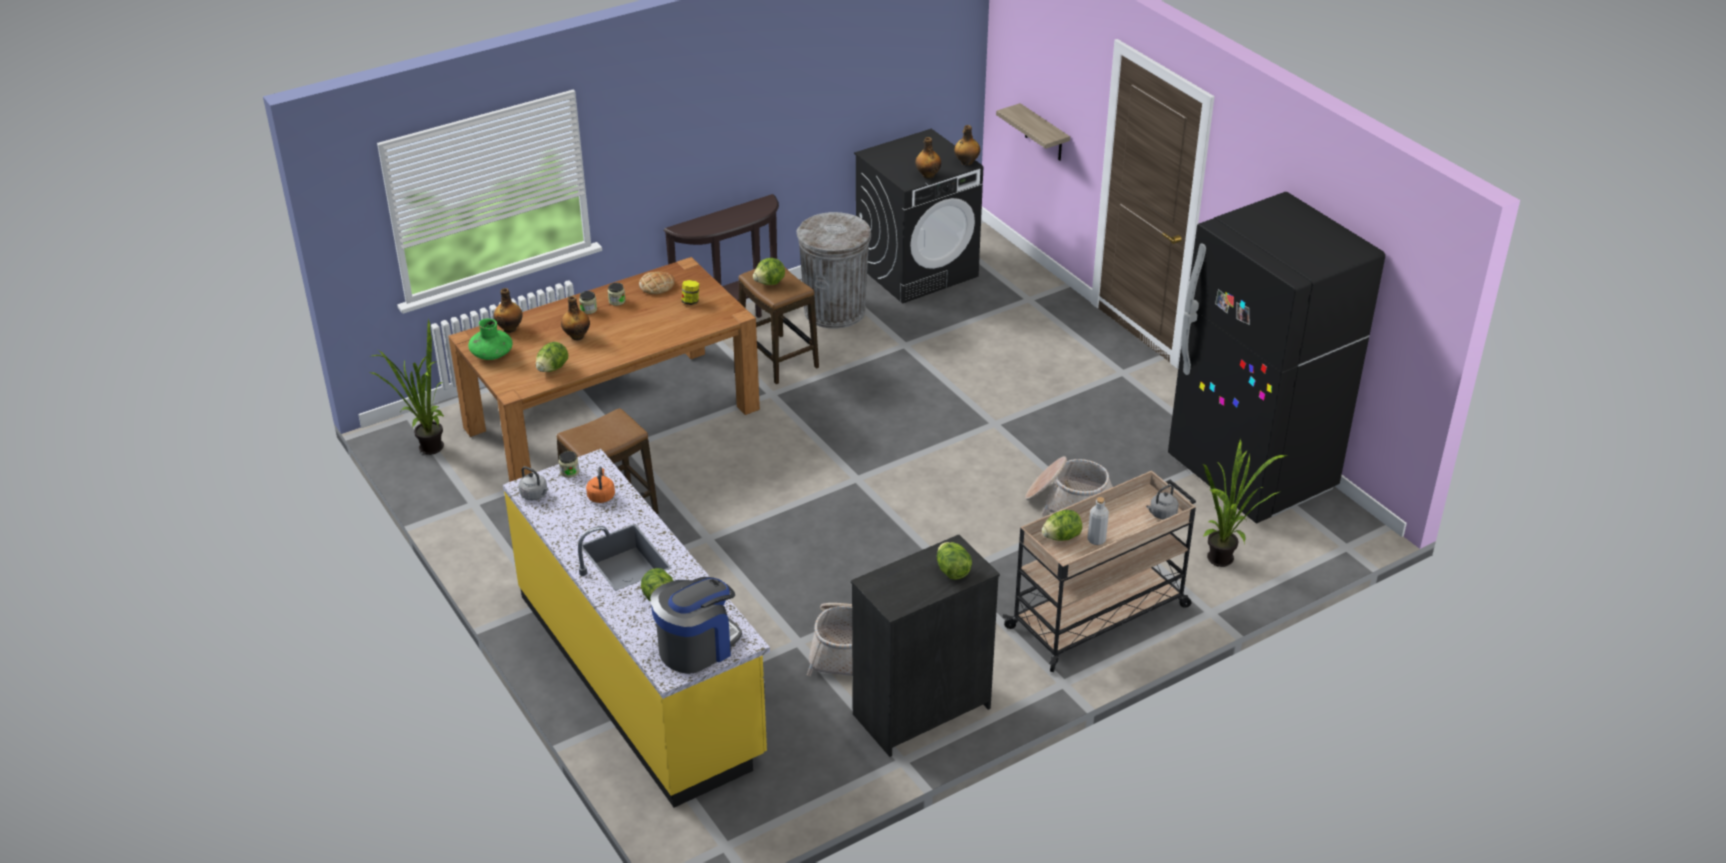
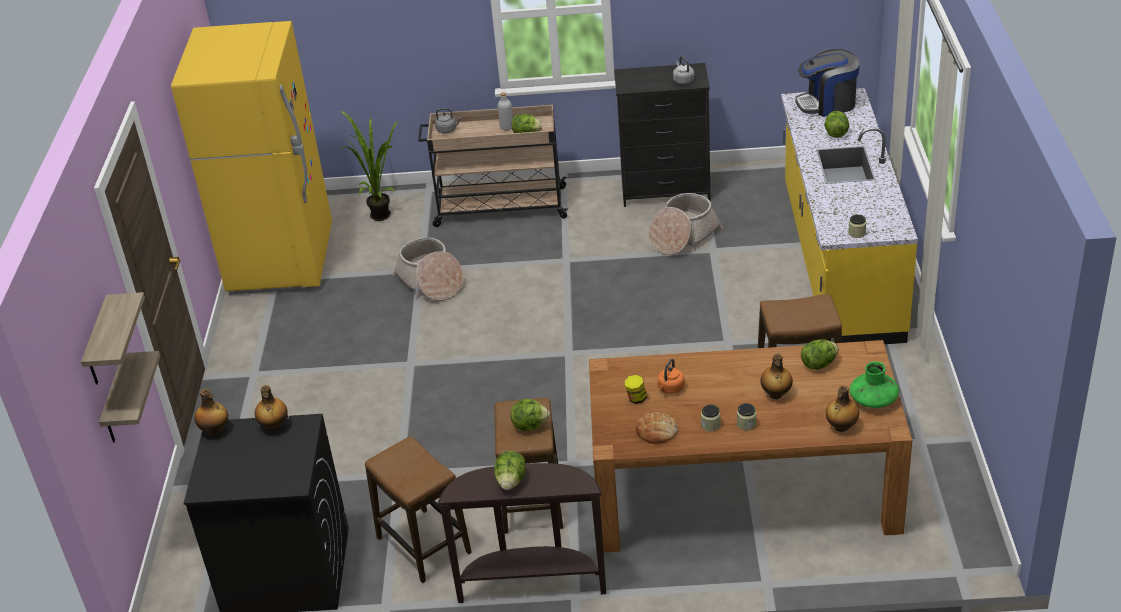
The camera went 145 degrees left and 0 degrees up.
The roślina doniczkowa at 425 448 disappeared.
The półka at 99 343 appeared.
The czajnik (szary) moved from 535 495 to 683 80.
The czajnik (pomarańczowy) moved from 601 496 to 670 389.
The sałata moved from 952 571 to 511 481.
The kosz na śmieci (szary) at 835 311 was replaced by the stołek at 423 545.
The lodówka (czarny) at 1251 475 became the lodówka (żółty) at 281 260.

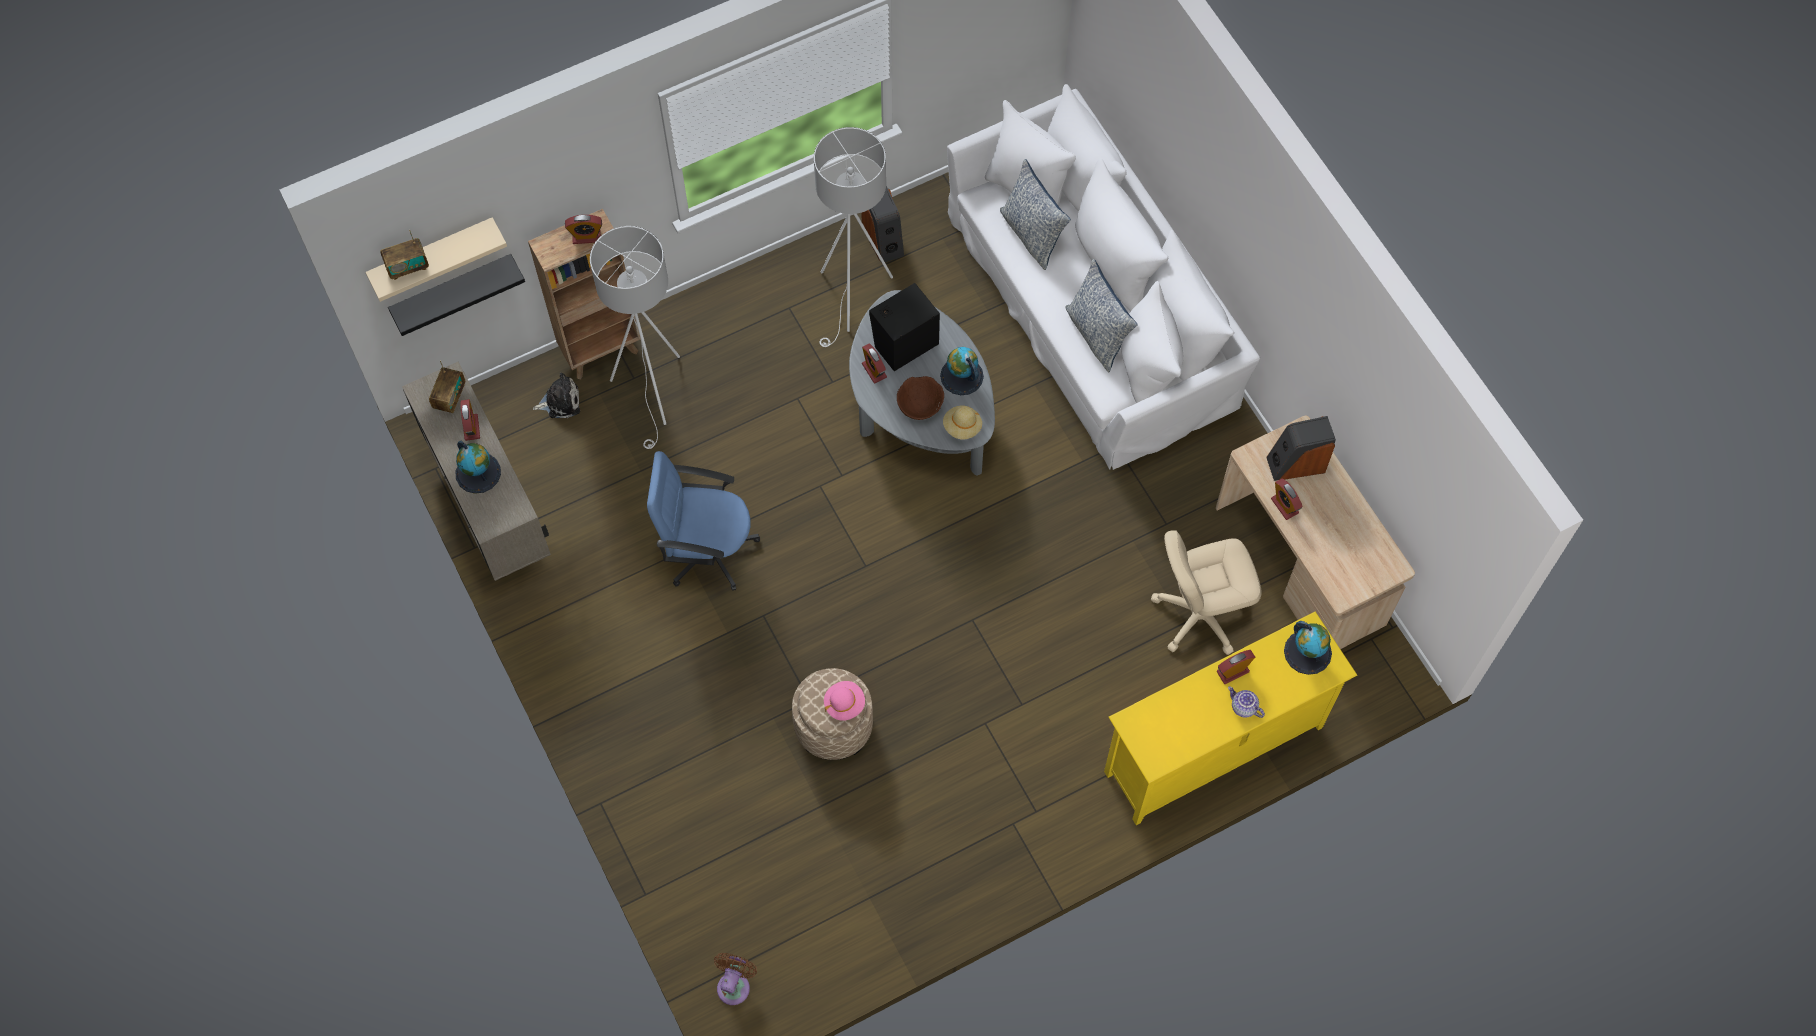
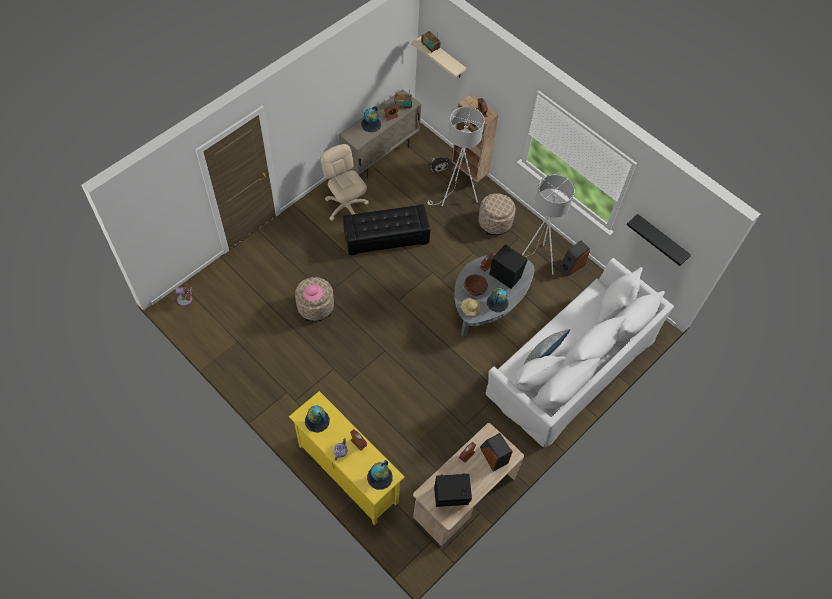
The camera went 70 degrees right and 5 degrees down.
The poduszka at 1032 234 disappeared.
The globus at 317 421 appeared.
The głośnik (czarny) at 452 498 appeared.
The pufa (beżowy) at 495 222 appeared.
The półka (czarny) moved from 453 290 to 661 239.
The krzesło biurowe (beżowy) moved from 1199 614 to 346 206.
The krzesło biurowe (niebieski) at 707 549 was replaced by the pufa (czarny) at 386 237.

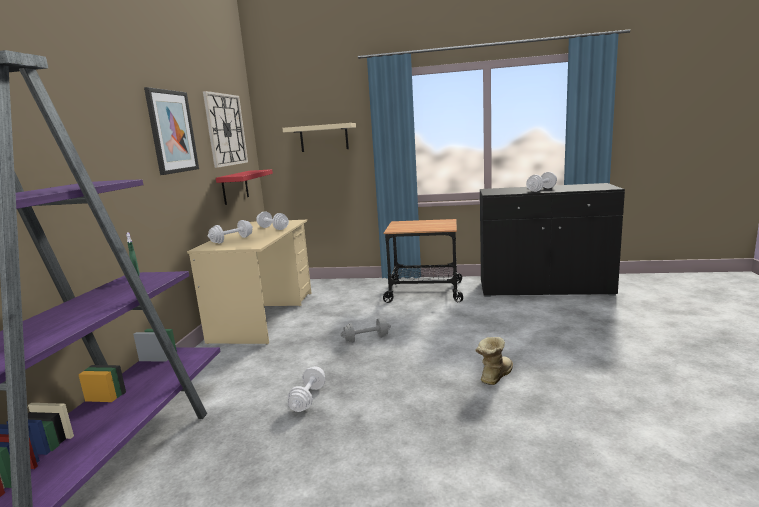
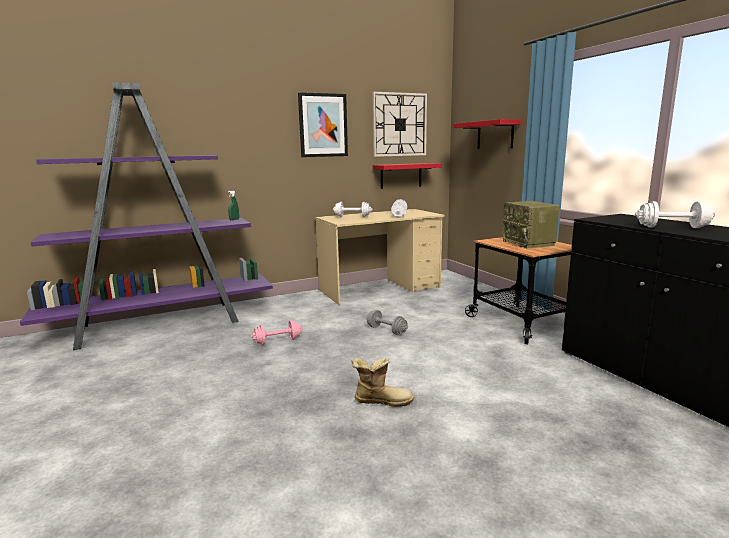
The camera went 55 degrees right and 0 degrees up.
The radio at 529 243 appeared.
The półka (beżowy) at 324 138 became the półka (czerwony) at 495 135.
The hantel (biały) at 308 398 became the hantel (różowy) at 277 341.

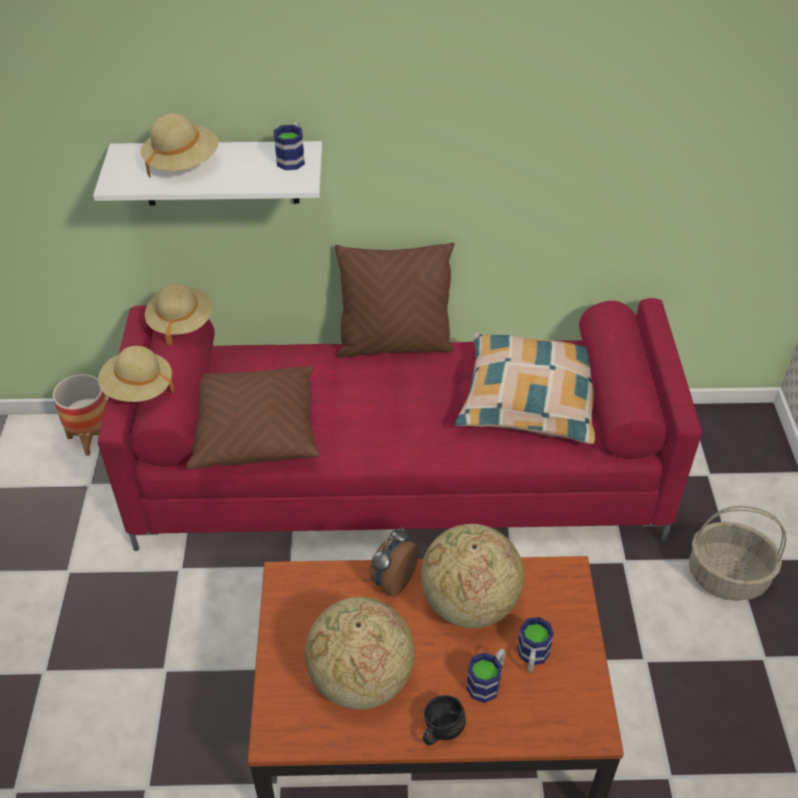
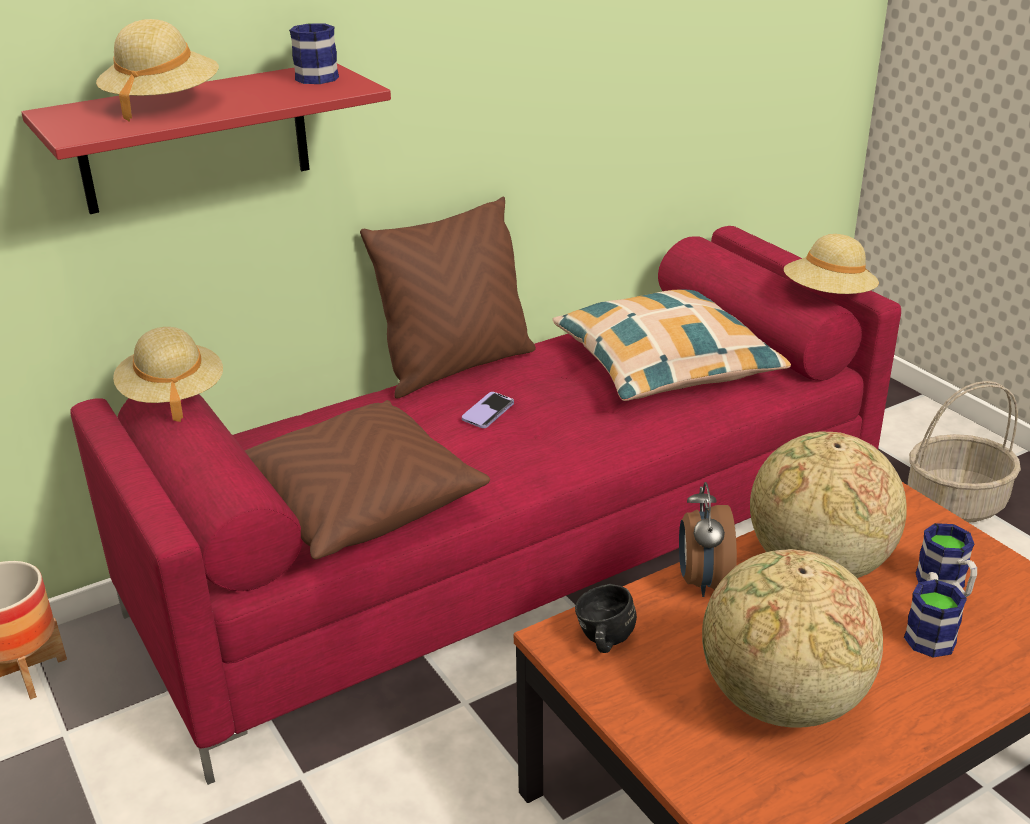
The camera went 30 degrees left and 15 degrees down.
The telefon at 488 412 appeared.
The kapelusz (beżowy) moved from 138 389 to 828 297.
The kubek (czarny) moved from 439 730 to 602 641.
The półka (biały) at 220 173 became the półka (czerwony) at 195 138.

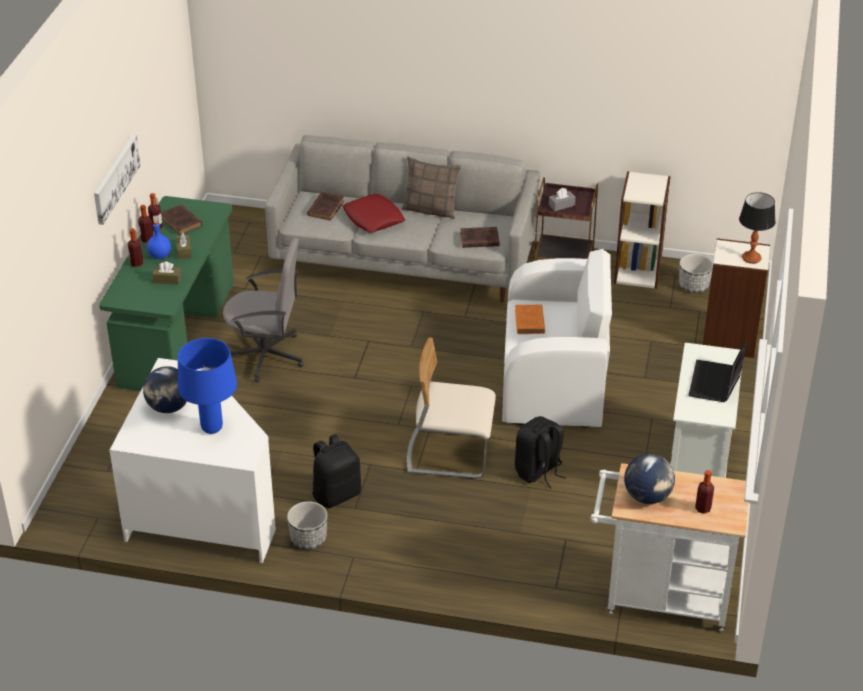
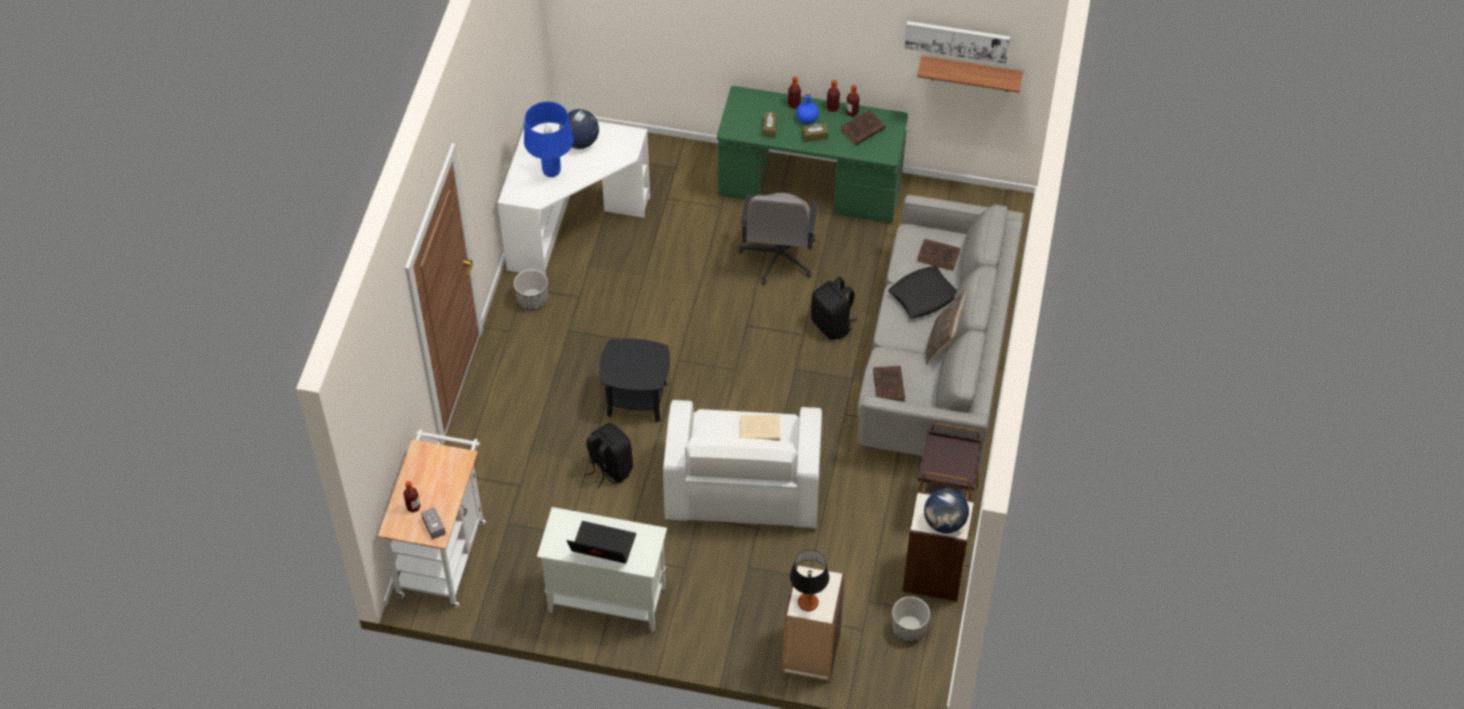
The camera went 90 degrees right and 15 degrees up.
The półka at 970 74 appeared.
The obraz moved from 115 178 to 957 40.
The plecak (czarny) moved from 336 494 to 832 325.
The pudełko chusteczek (szary) moved from 561 205 to 434 526.
The globus moved from 647 497 to 944 523.
The krzesło (beżowy) at 449 453 was replaced by the stolik (czarny) at 637 399.
The poduszka (czerwony) at 374 218 became the poduszka (czarny) at 923 296.
The książka (pomarańczowy) at 529 322 became the książka (beżowy) at 758 430.

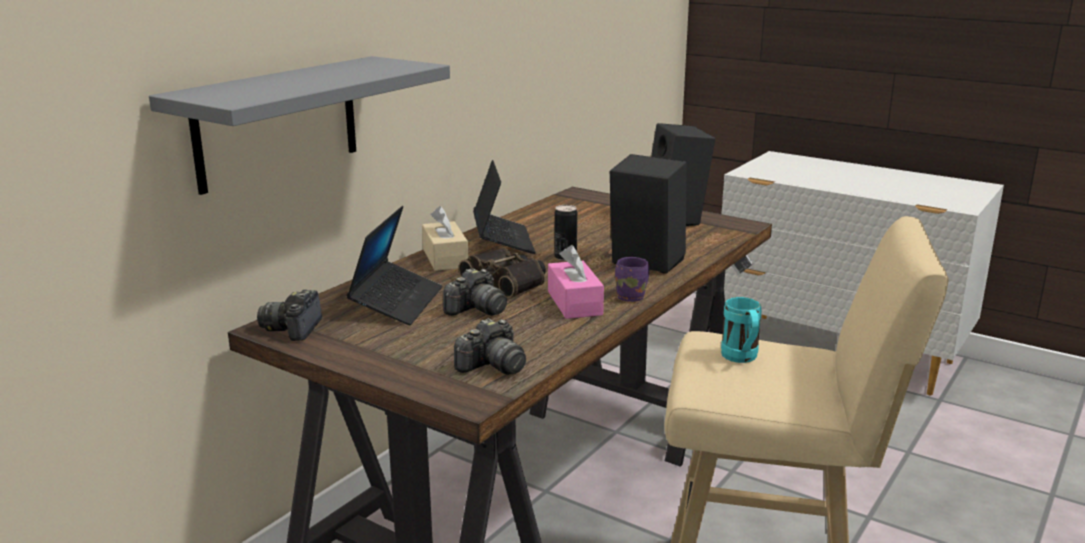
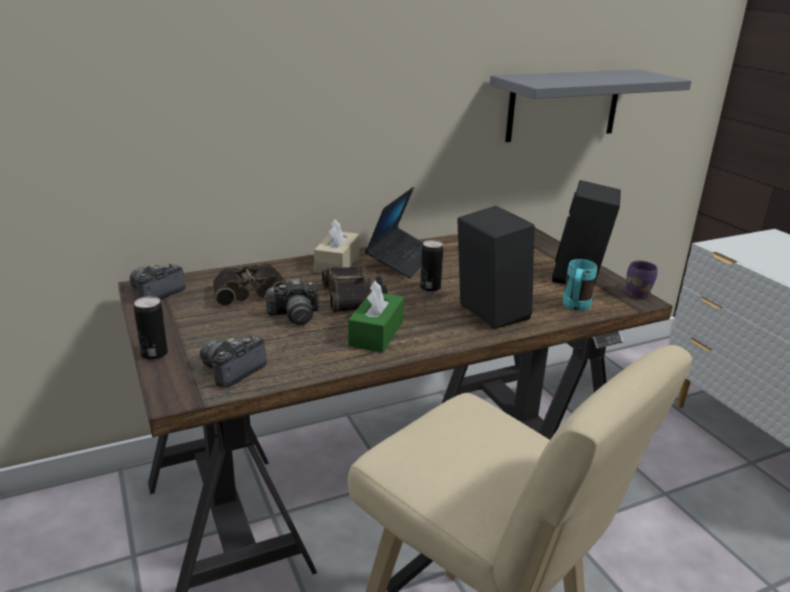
The camera went 30 degrees right and 5 degrees up.
The puszka at 154 354 appeared.
The półka (szary) moved from 277 123 to 563 105.
The kubek (fioletowy) moved from 631 296 to 638 293.
The kubek (turkusowy) moved from 741 359 to 574 307.
The laptop at 397 302 was replaced by the lornetka at 250 292.
The pudełko chusteczek (różowy) at 574 303 became the pudełko chusteczek (zielony) at 376 333.
The aparat fotograficzny at 492 366 turned 135 degrees clockwise.

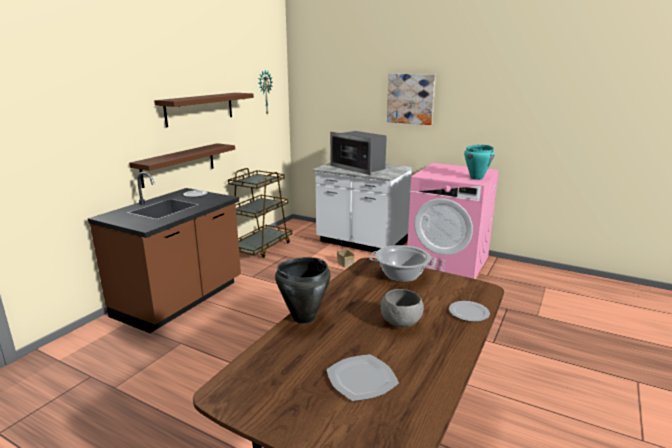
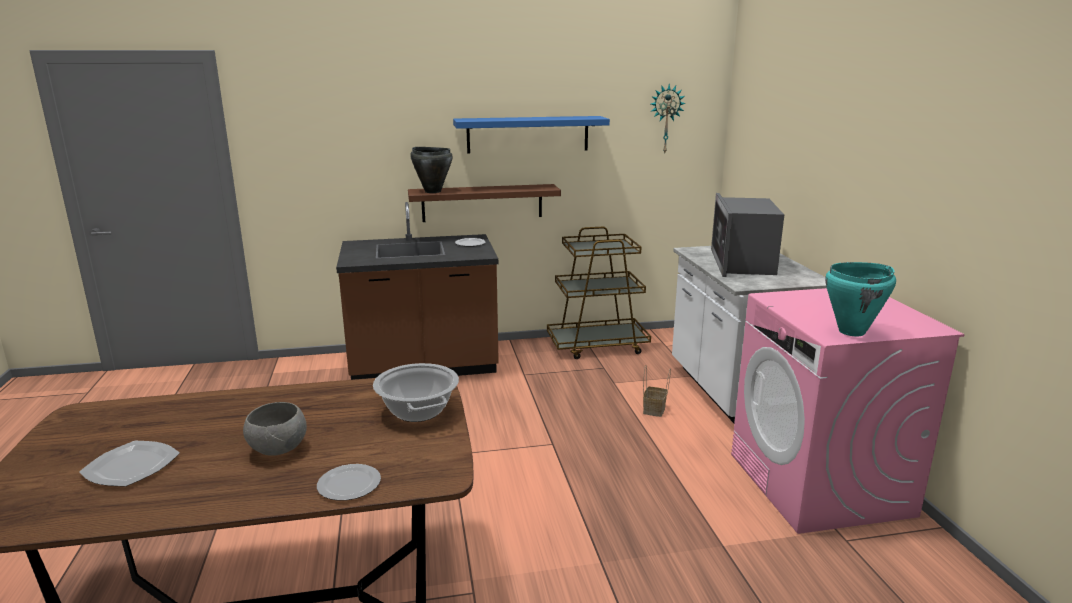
The camera went 50 degrees right and 0 degrees up.
The obraz at 411 99 disappeared.
The garnek (czarny) moved from 303 318 to 432 191.
The półka (brązowy) at 200 109 became the półka (niebieski) at 528 134.

